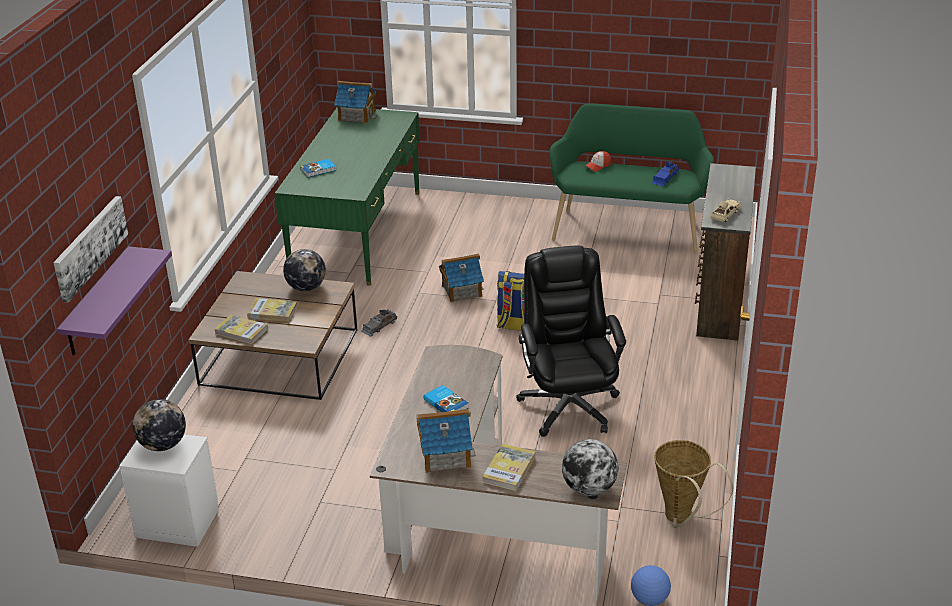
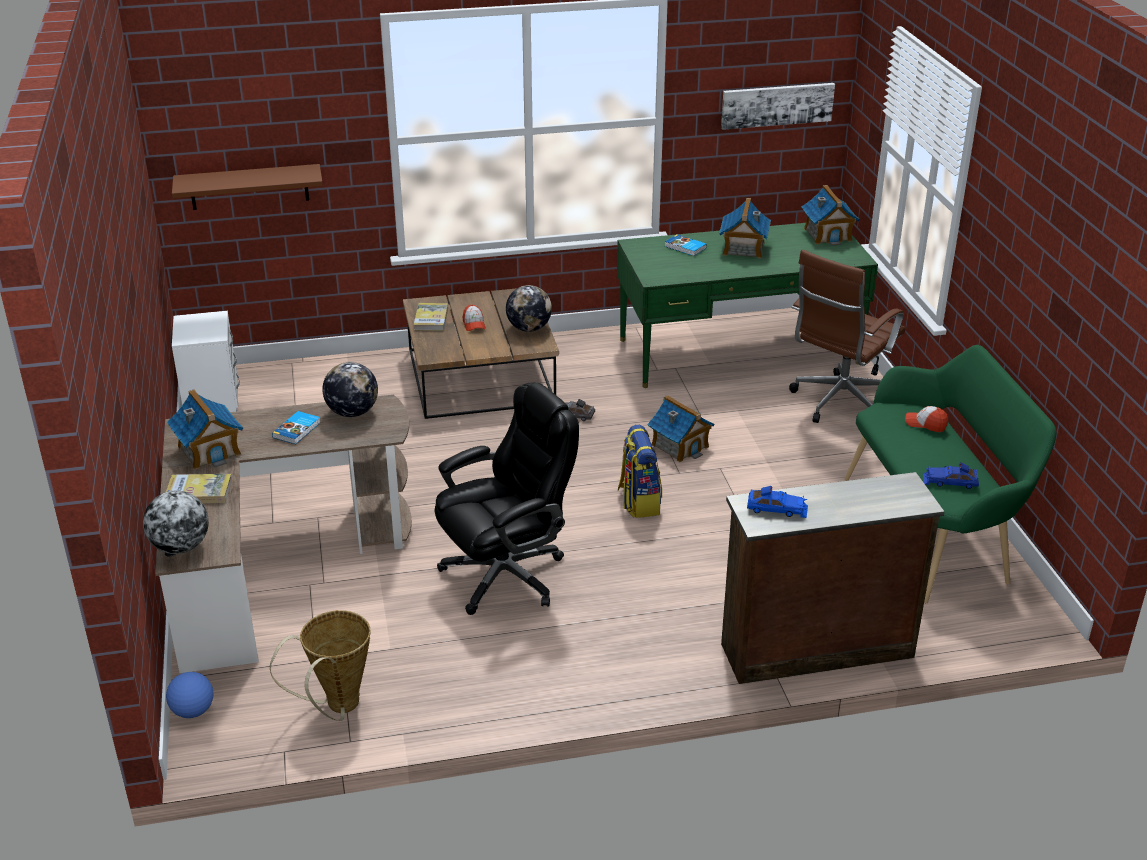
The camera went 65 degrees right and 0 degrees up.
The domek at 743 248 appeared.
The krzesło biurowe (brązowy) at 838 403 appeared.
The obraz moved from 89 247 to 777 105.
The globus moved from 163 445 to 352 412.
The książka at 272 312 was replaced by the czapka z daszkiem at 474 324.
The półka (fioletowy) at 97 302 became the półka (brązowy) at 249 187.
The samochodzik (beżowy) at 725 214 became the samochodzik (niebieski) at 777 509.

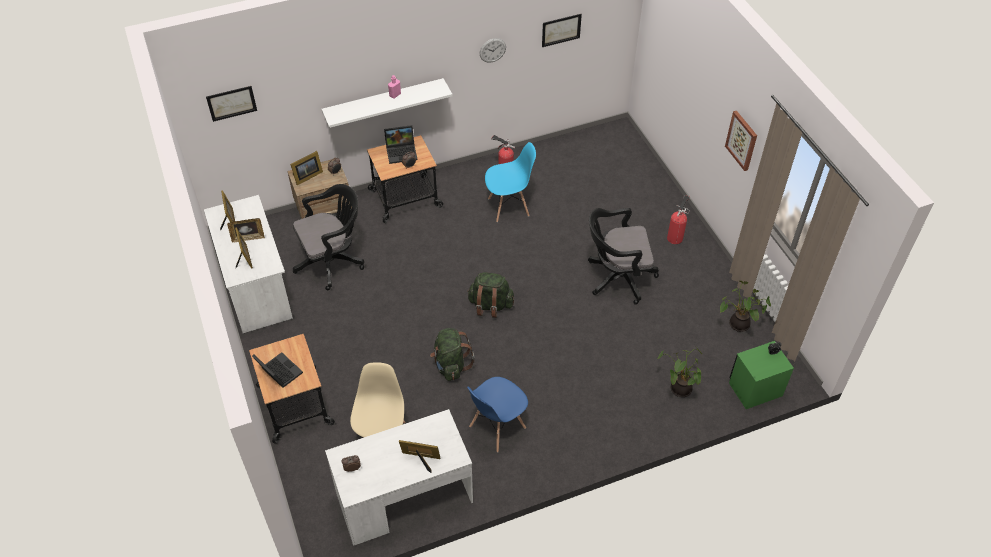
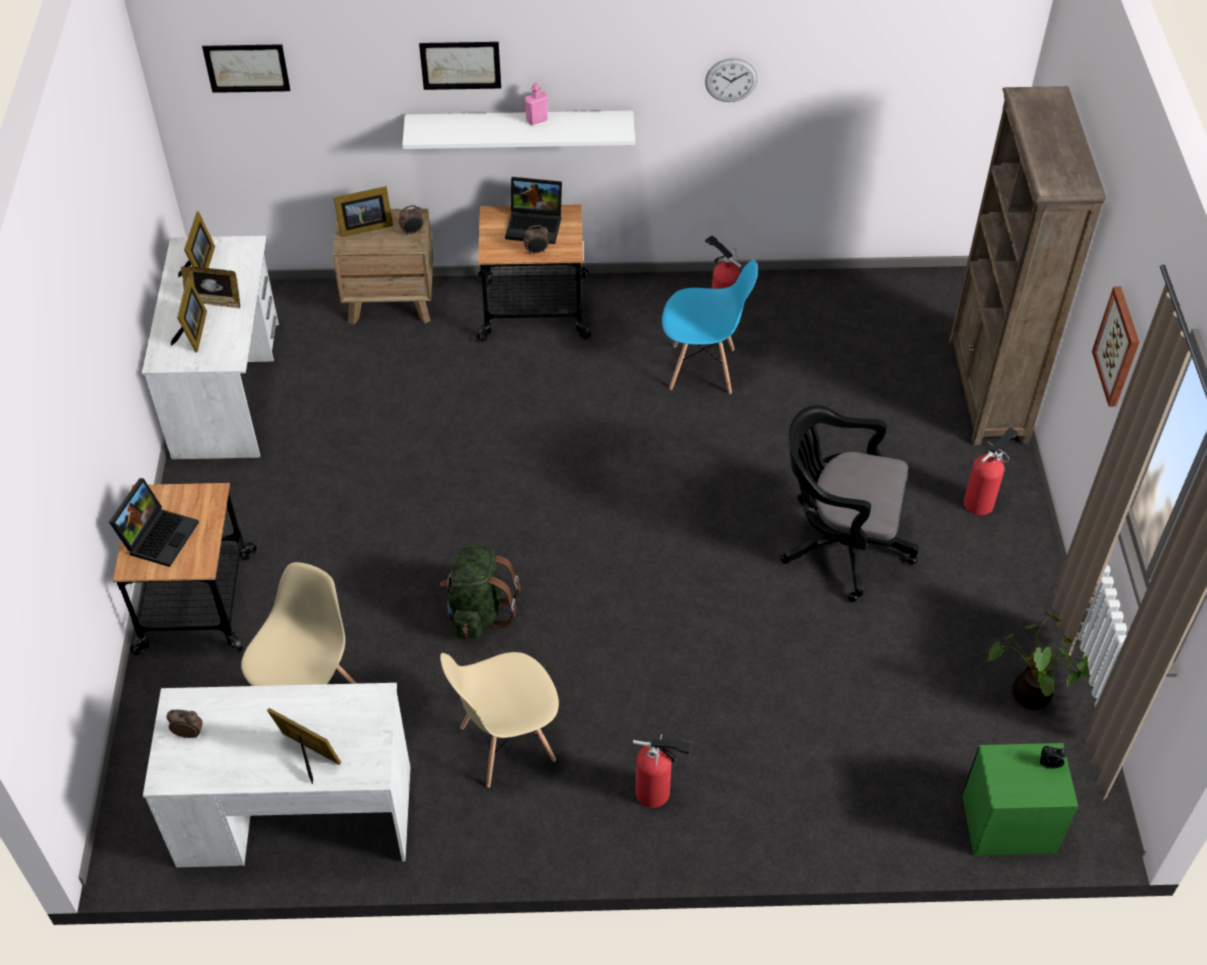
The camera went 20 degrees right and 0 degrees up.
The krzesło biurowe (czarny) at 333 261 disappeared.
The plecak (zielony) at 490 305 disappeared.
The roślina doniczkowa at 678 389 disappeared.
The gaśnica at 656 793 appeared.
The regał (brązowy) at 987 391 appeared.
The obraz moved from 561 30 to 460 65.
The krzesło (niebieski) at 497 427 became the krzesło (beżowy) at 506 744.
The laptop at 278 372 turned 45 degrees clockwise.

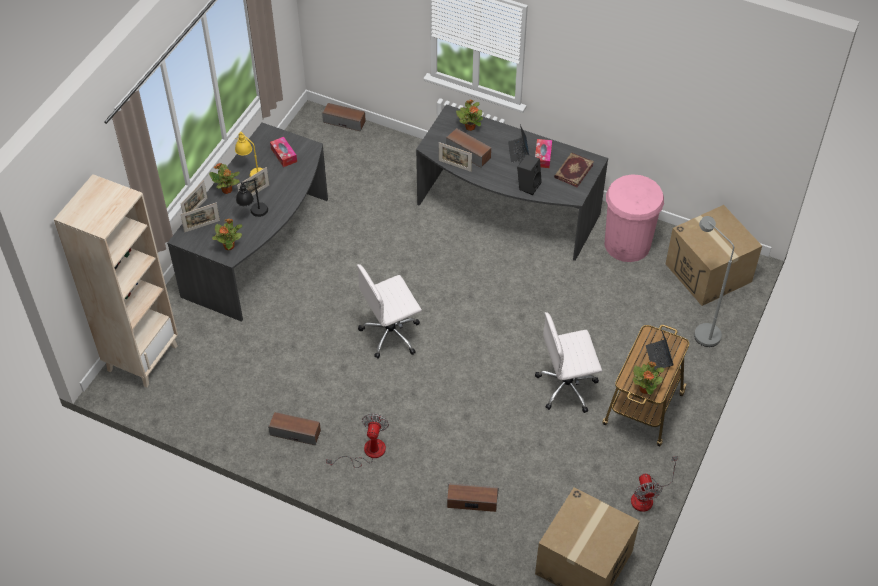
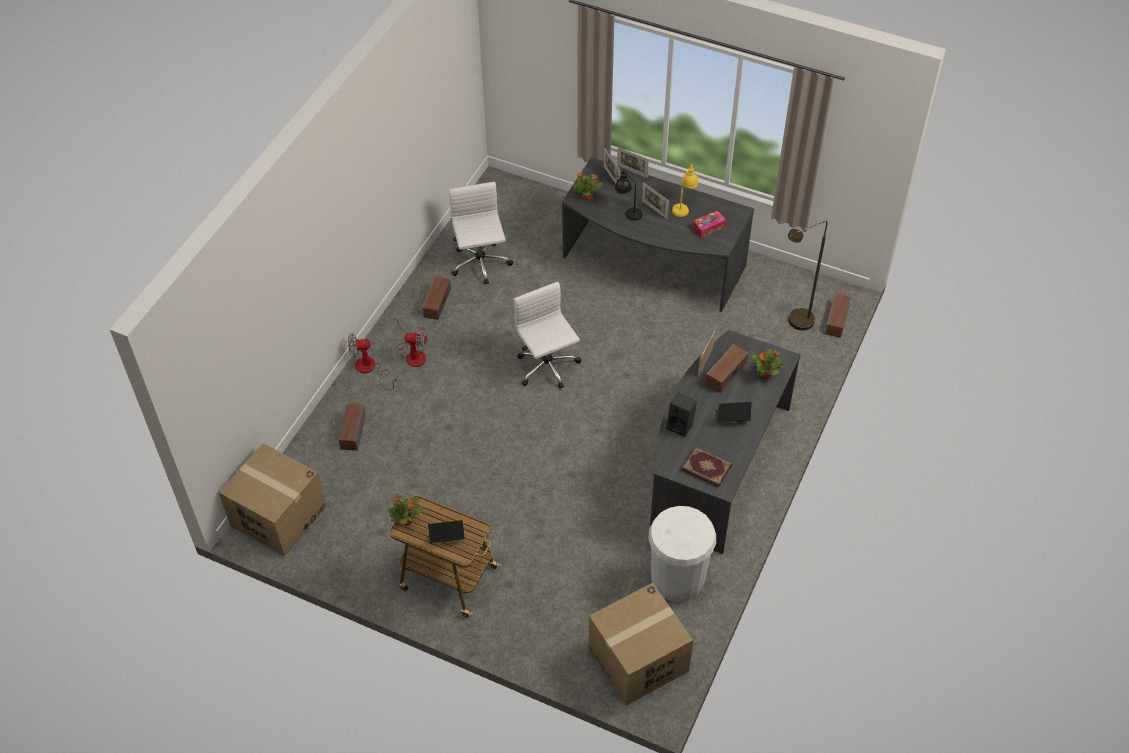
The camera went 90 degrees right and 0 degrees up.
The regał (beżowy) at 142 357 disappeared.
The roślina doniczkowa at 227 190 disappeared.
The pudełko chusteczek at 542 157 disappeared.
The lampa stojąca (szary) at 701 331 disappeared.
The lampa stojąca (brązowy) at 795 324 appeared.
The krzesło biurowe (biały) moved from 567 387 to 480 264.
The wentylator moved from 647 496 to 370 369.
The kosz na śmieci (różowy) at 627 244 became the kosz na śmieci (biały) at 677 578.

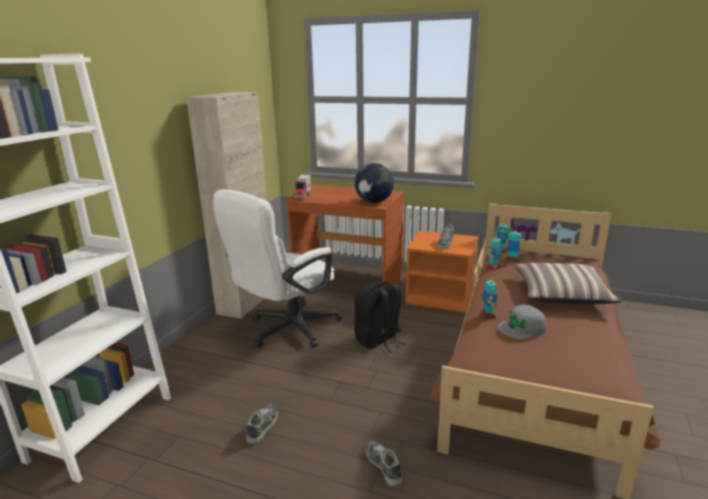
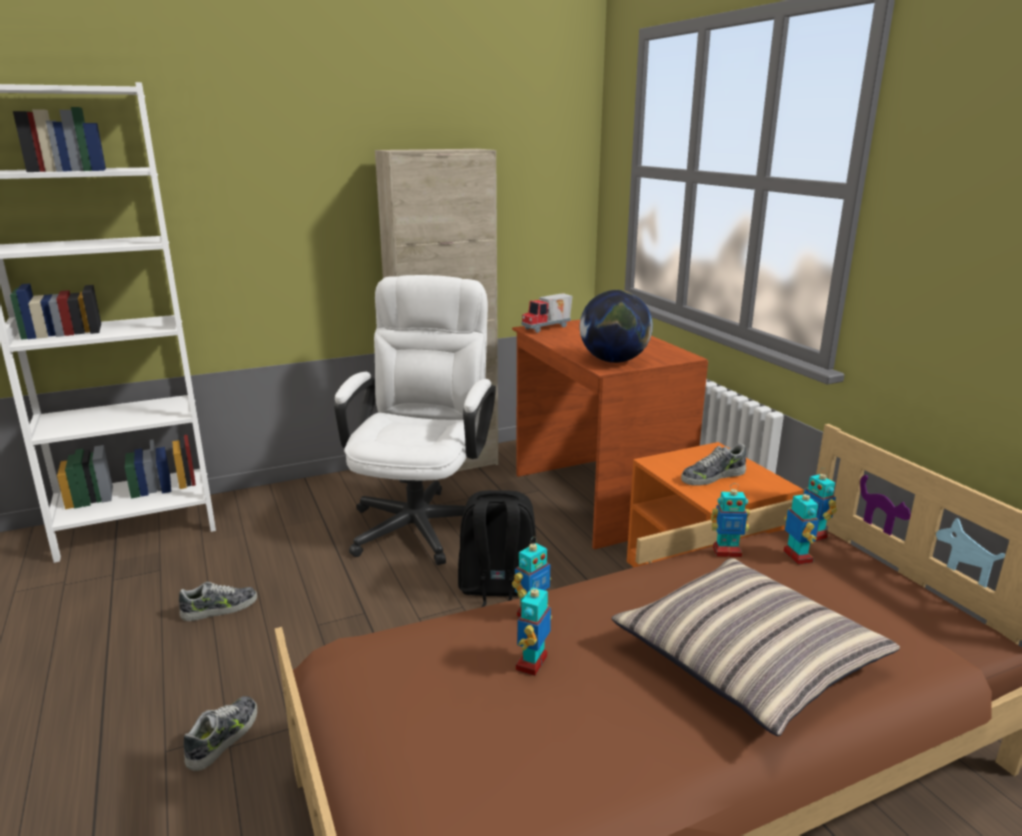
The camera went 45 degrees right and 0 degrees up.
The czapka z daszkiem (szary) at 522 328 was replaced by the robot zabawkowy at 532 663.
The krzesło biurowe (biały) at 286 331 turned 105 degrees clockwise.

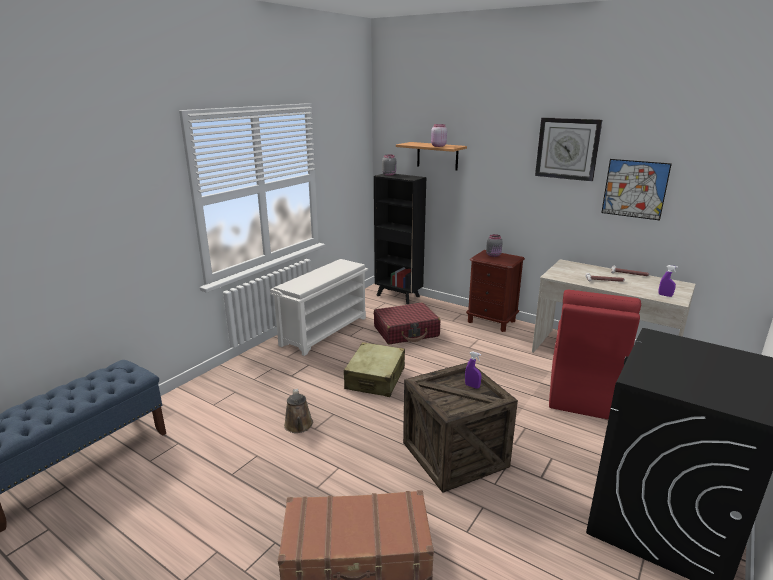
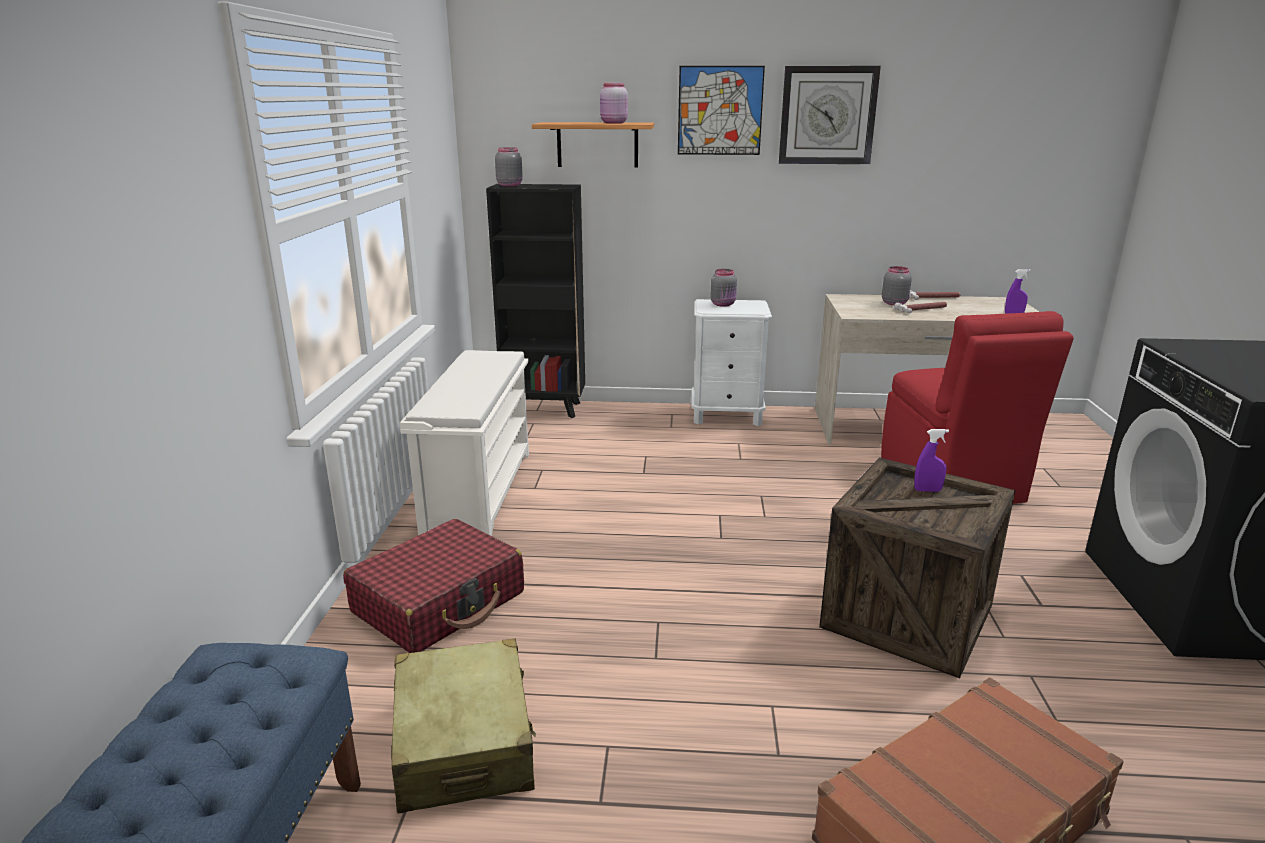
The camera went 30 degrees left and 0 degrees up.
The konewka (brązowy) at 299 426 disappeared.
The słoik (szary) at 894 303 appeared.
The walizka (beżowy) moved from 375 378 to 464 743.
The walizka (czerwony) moved from 406 332 to 440 602.
The obraz moved from 634 189 to 720 110.
The szafka nocna (brązowy) at 491 321 became the szafka nocna (biały) at 727 415.

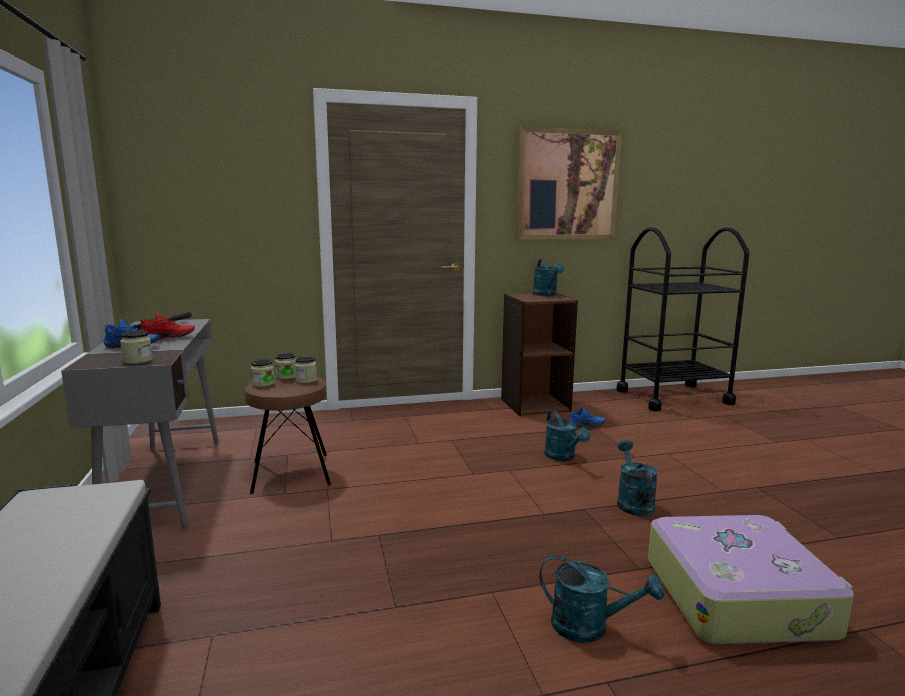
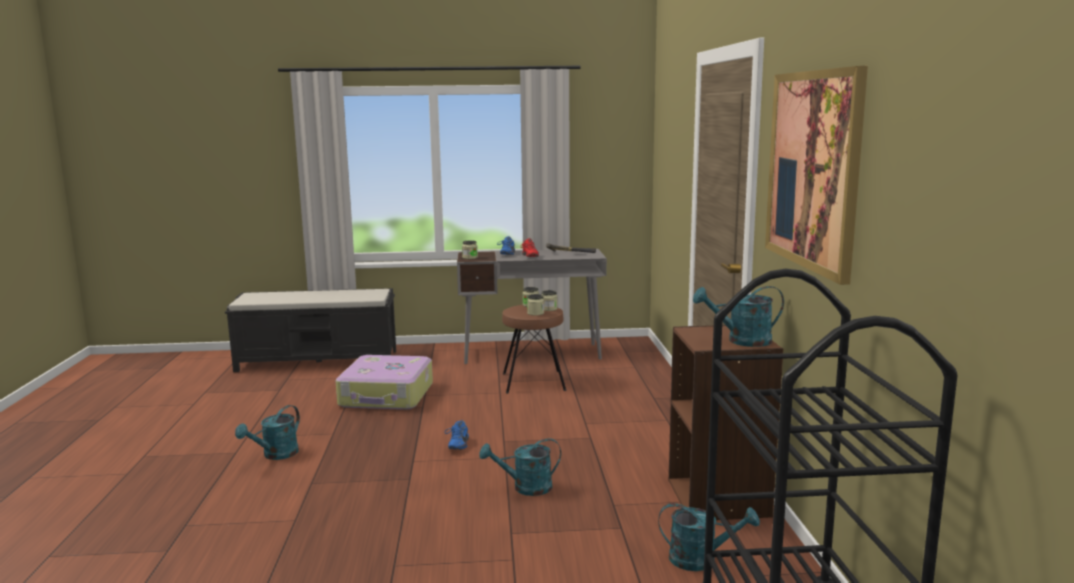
The camera went 100 degrees right and 0 degrees up.
The but (niebieski) moved from 586 426 to 457 445.
The konewka (turkusowy) moved from 632 502 to 701 559.
The walizka moved from 738 596 to 387 396.

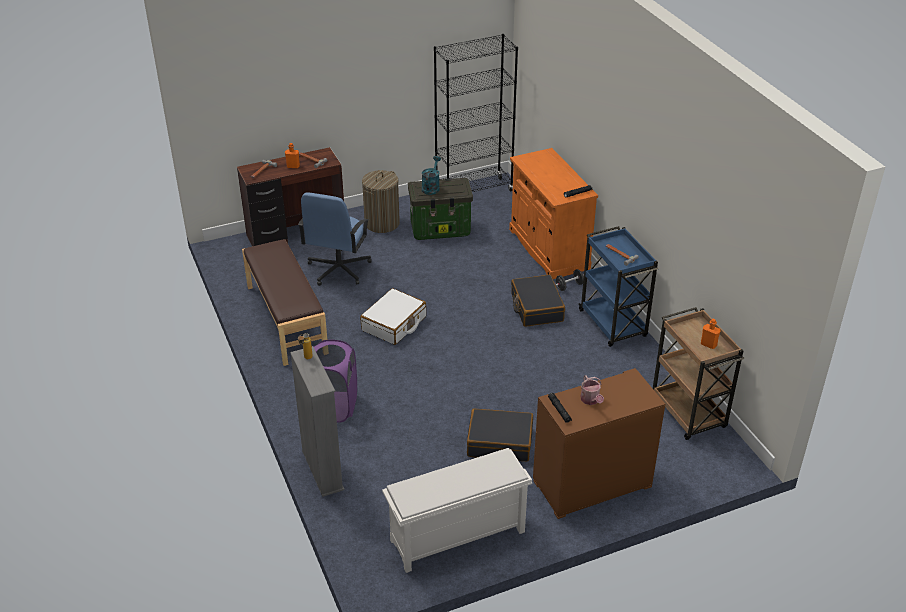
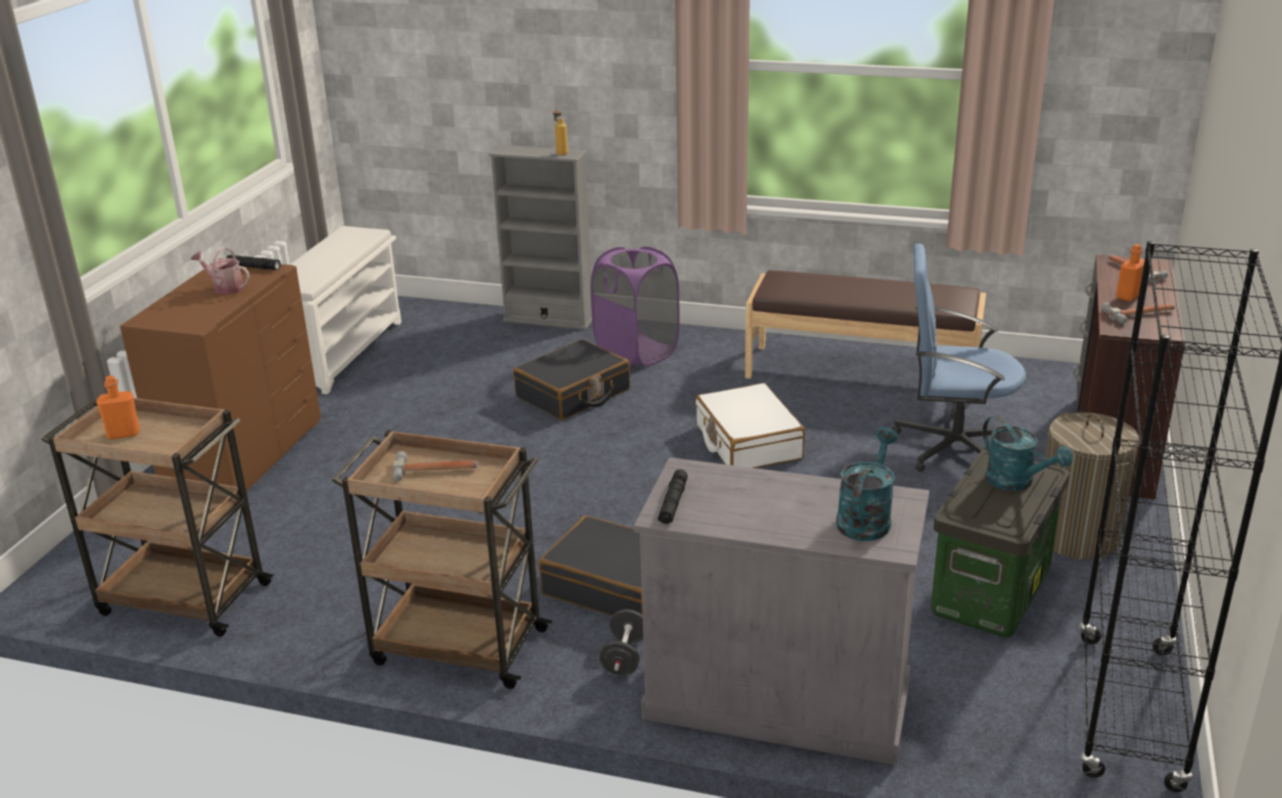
The camera went 130 degrees right and 10 degrees down.
The konewka (turkusowy) at 866 518 appeared.
The walizka (czarny) moved from 500 442 to 573 394.
The szafka (pomarańczowy) at 548 249 became the szafka (szary) at 777 700.
The wózek (niebieski) at 613 324 became the wózek (brązowy) at 456 646.
The krzesło biurowe (niebieski) at 338 269 turned 45 degrees counterclockwise.

